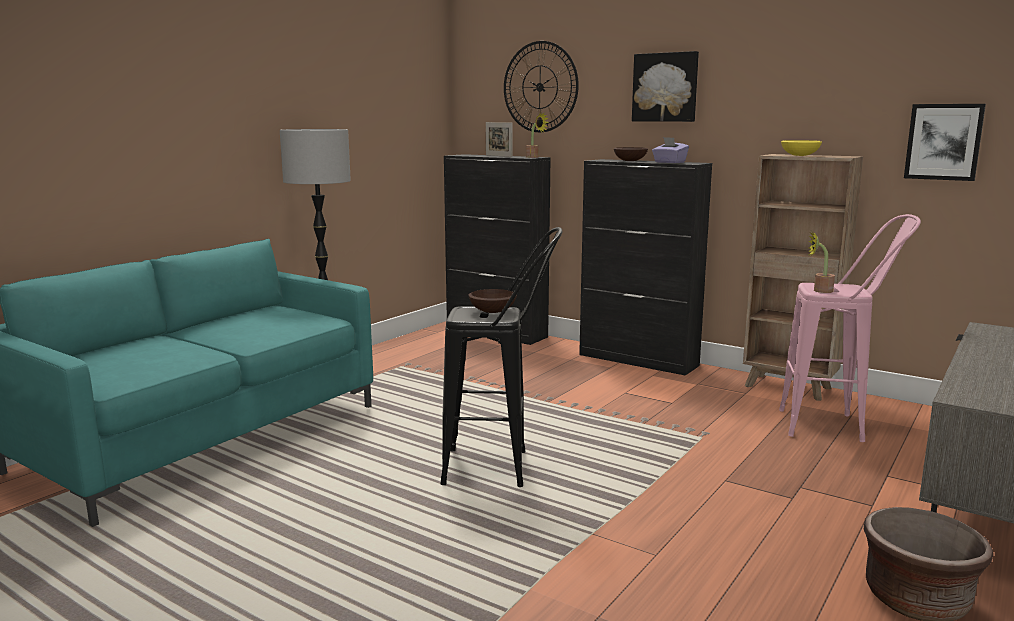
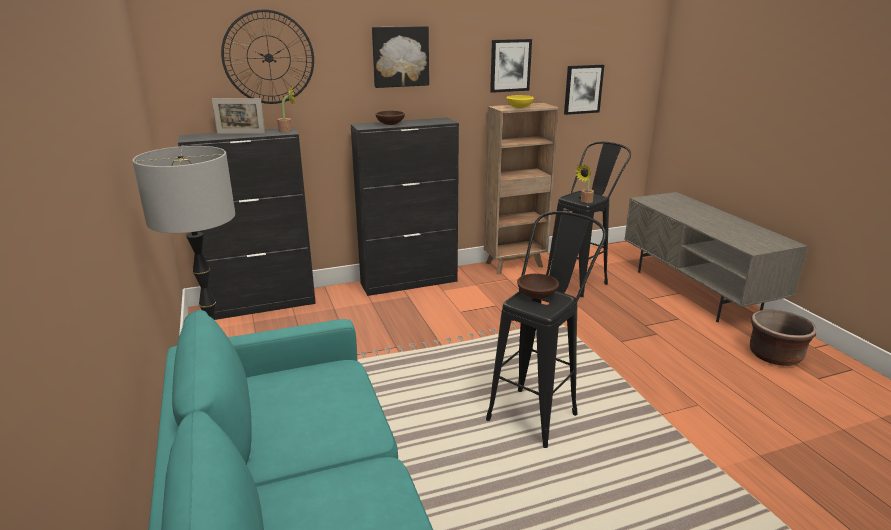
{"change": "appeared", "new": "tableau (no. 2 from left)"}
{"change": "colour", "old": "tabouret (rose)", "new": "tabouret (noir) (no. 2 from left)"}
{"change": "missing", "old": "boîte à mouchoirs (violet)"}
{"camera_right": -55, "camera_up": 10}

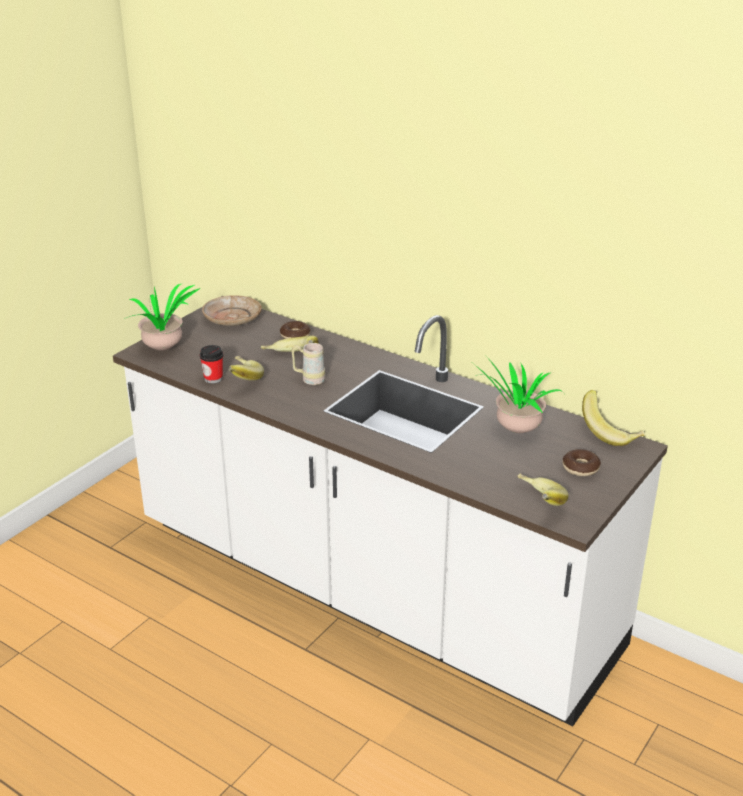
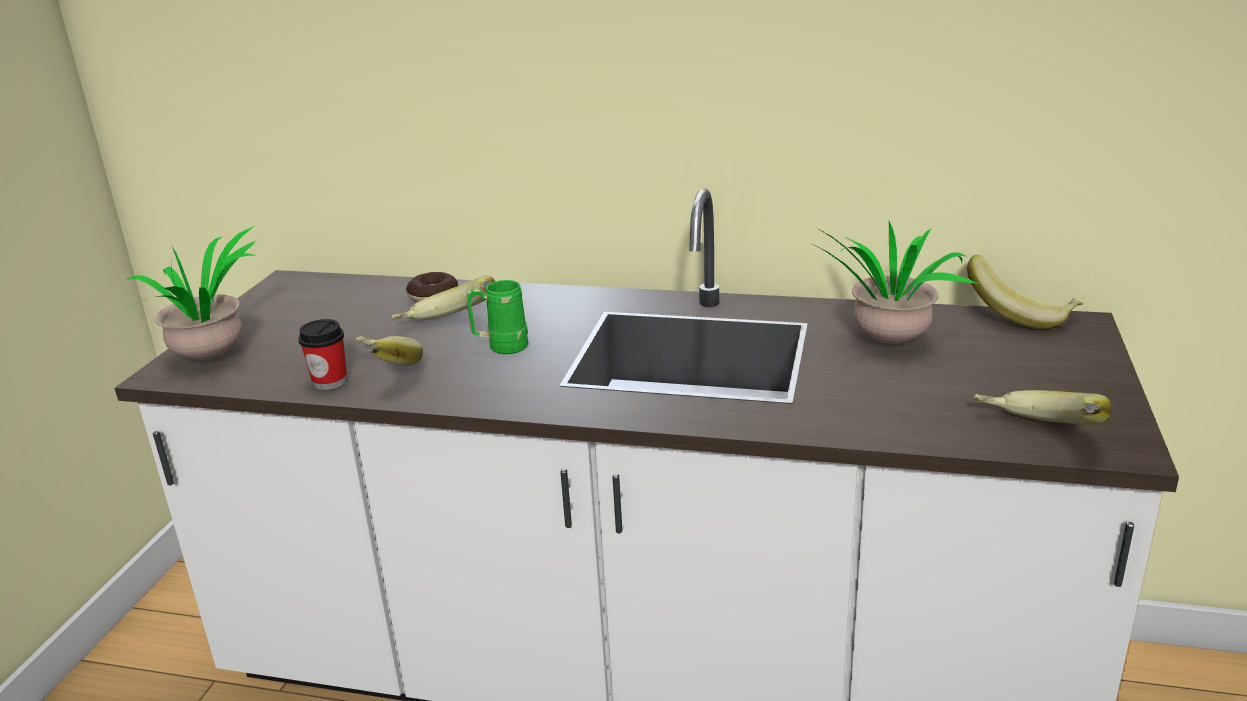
{"change": "colour", "old": "mug (beige)", "new": "mug (vert)"}
{"change": "missing", "old": "assiette (beige)"}
{"change": "missing", "old": "beignet (no. 2 from left)"}
{"camera_right": -20, "camera_up": -5}

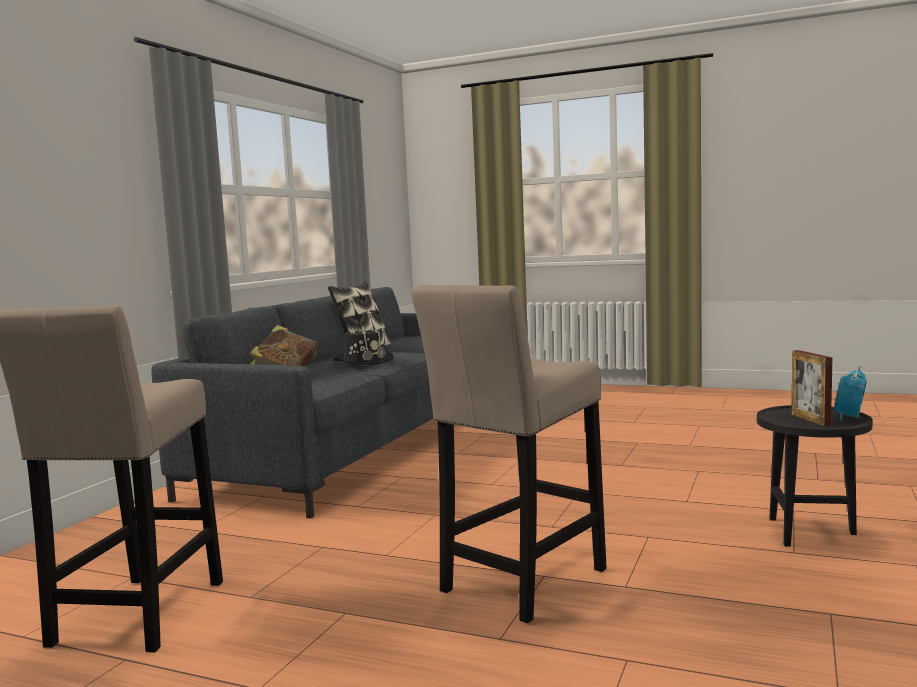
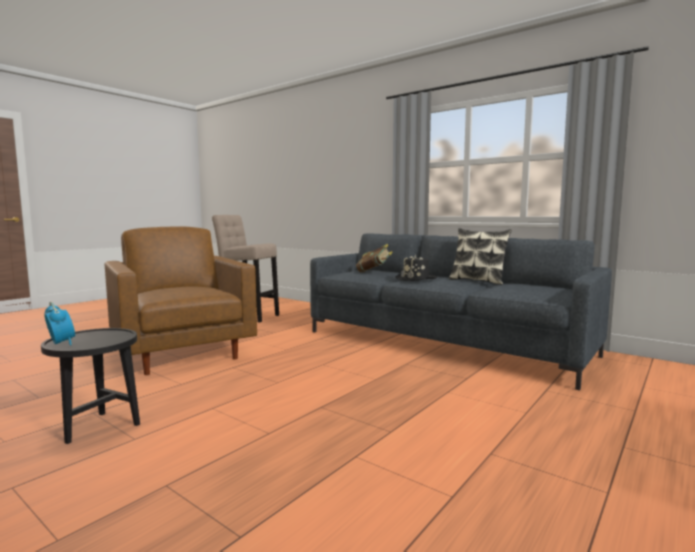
{"change": "exchanged", "old": "tabouret (beige) (no. 2 from left)", "new": "fauteuil (marron)"}
{"change": "missing", "old": "cadre photo"}
{"camera_right": 105, "camera_up": 0}

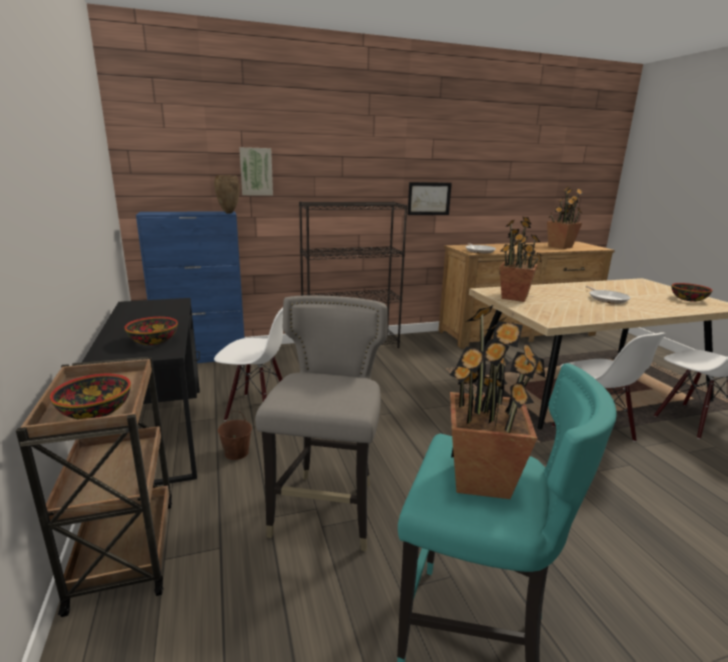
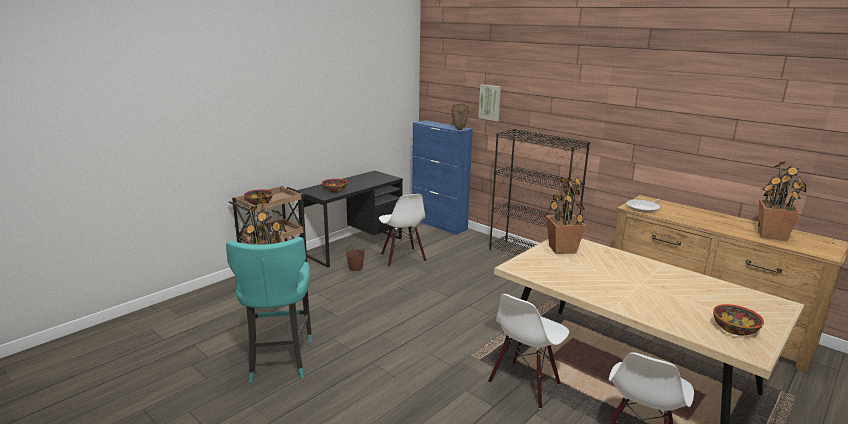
{"change": "missing", "old": "tabouret (gris)"}
{"change": "missing", "old": "tableau (no. 2 from left)"}
{"change": "missing", "old": "poêle (no. 2 from left)"}
{"camera_right": 60, "camera_up": 0}

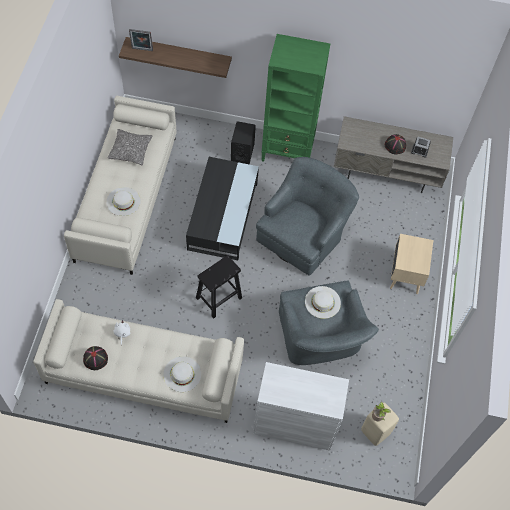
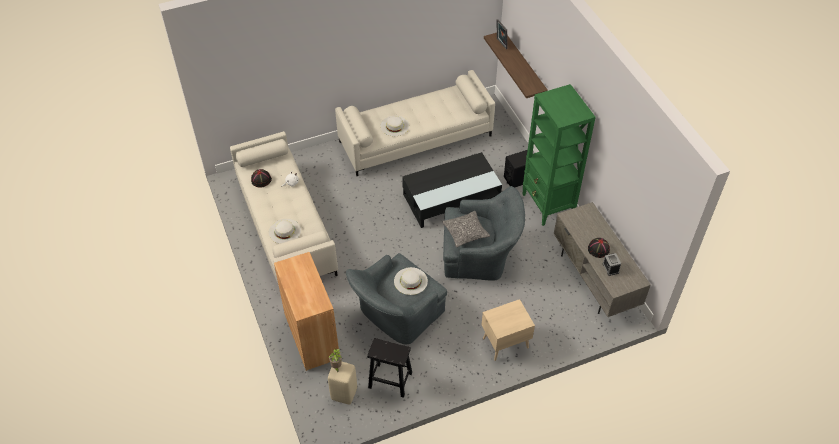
{"change": "colour", "old": "meuble de rangement (blanc)", "new": "meuble de rangement (marron)"}
{"change": "relocated", "old": "tabouret (noir)"}
{"change": "relocated", "old": "coussin"}
{"camera_right": 60, "camera_up": -10}

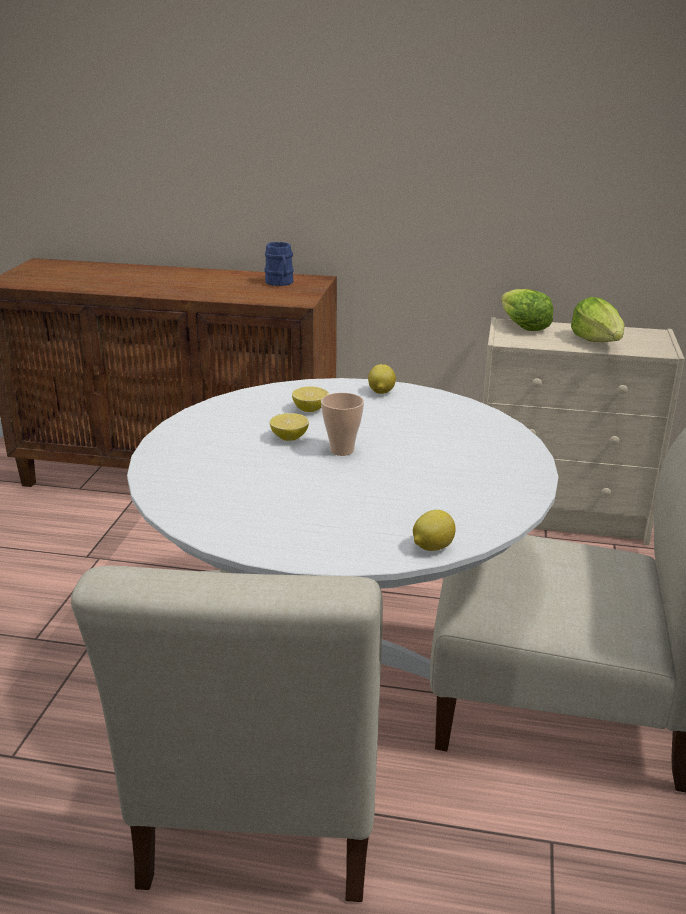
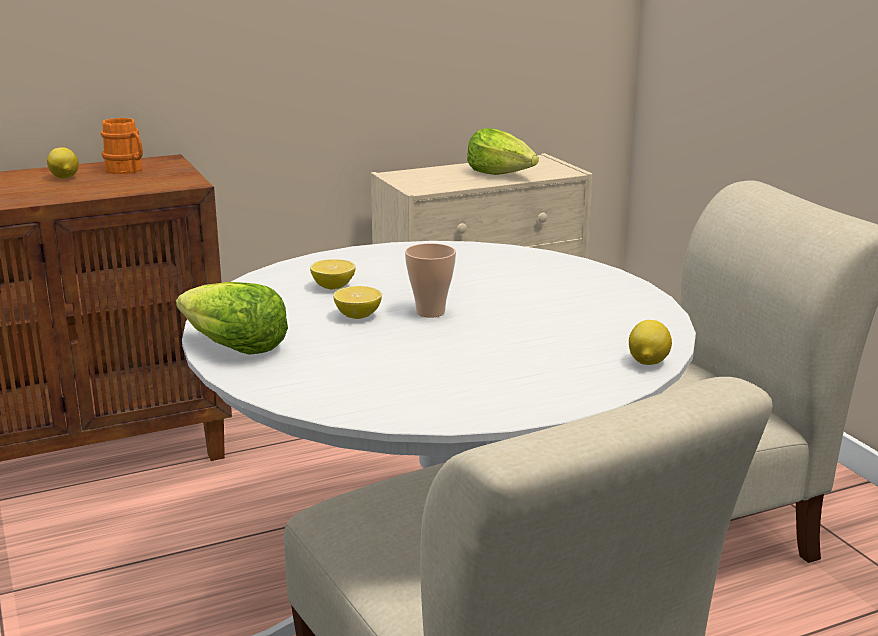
{"change": "relocated", "old": "citron (no. 3 from left in the first image)", "new": "citron (no. 1 from left)"}
{"change": "colour", "old": "mug (bleu)", "new": "mug (orange)"}
{"change": "relocated", "old": "laitue (no. 1 from left)"}
{"camera_right": -35, "camera_up": -5}

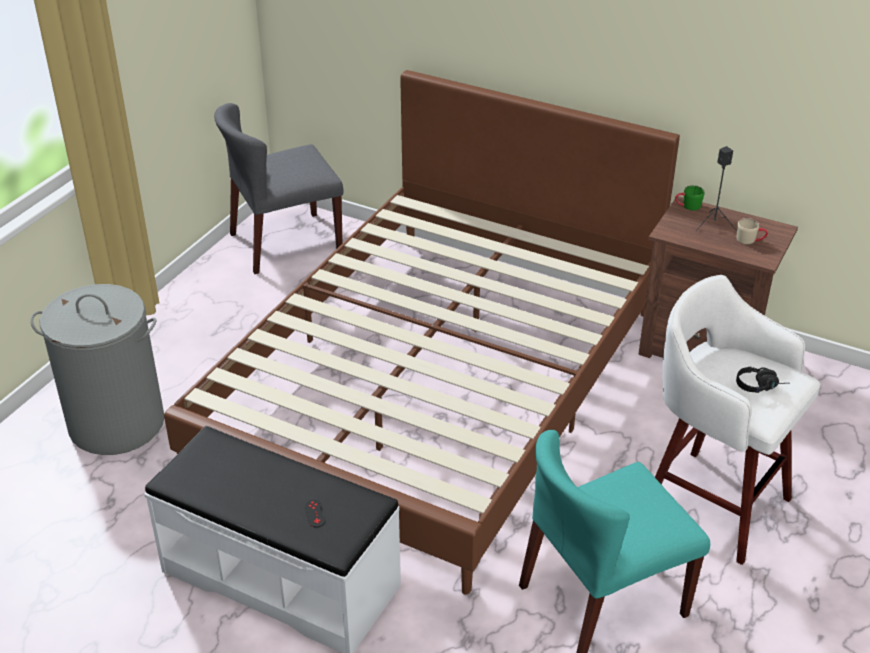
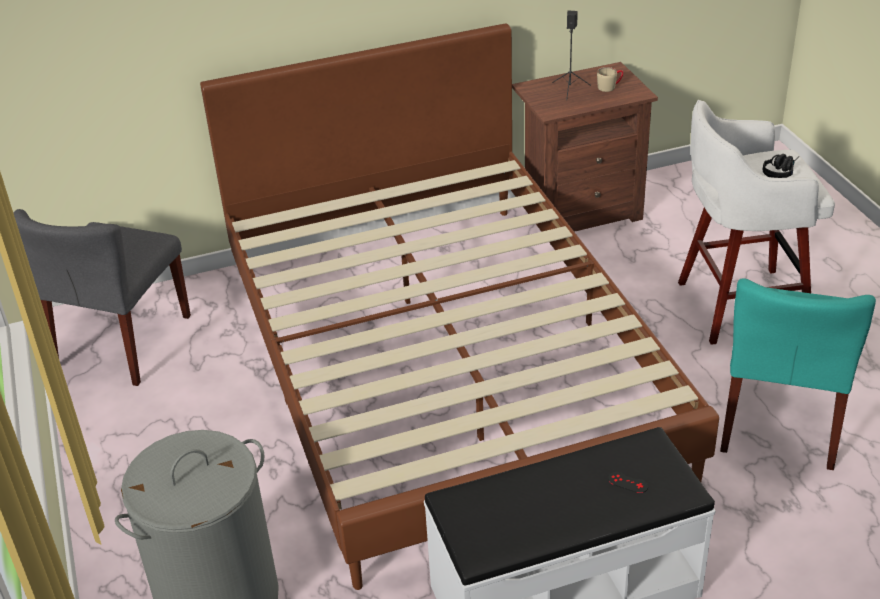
{"change": "missing", "old": "mug (vert)"}
{"camera_right": -45, "camera_up": 0}

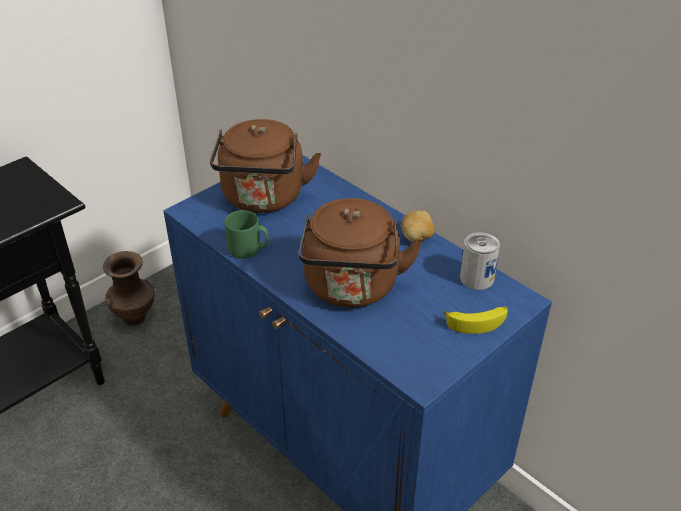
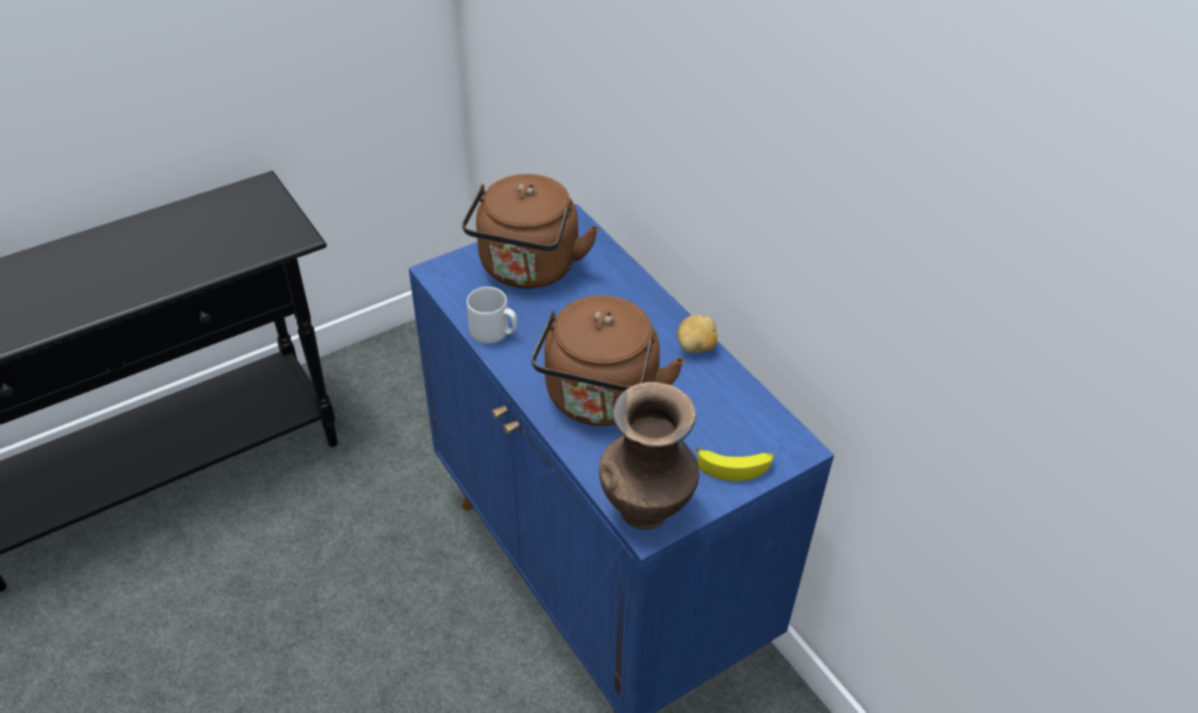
{"change": "colour", "old": "mug (vert)", "new": "mug (gris)"}
{"change": "relocated", "old": "vase (marron)"}
{"change": "missing", "old": "boîte métallique"}
{"camera_right": 10, "camera_up": 5}

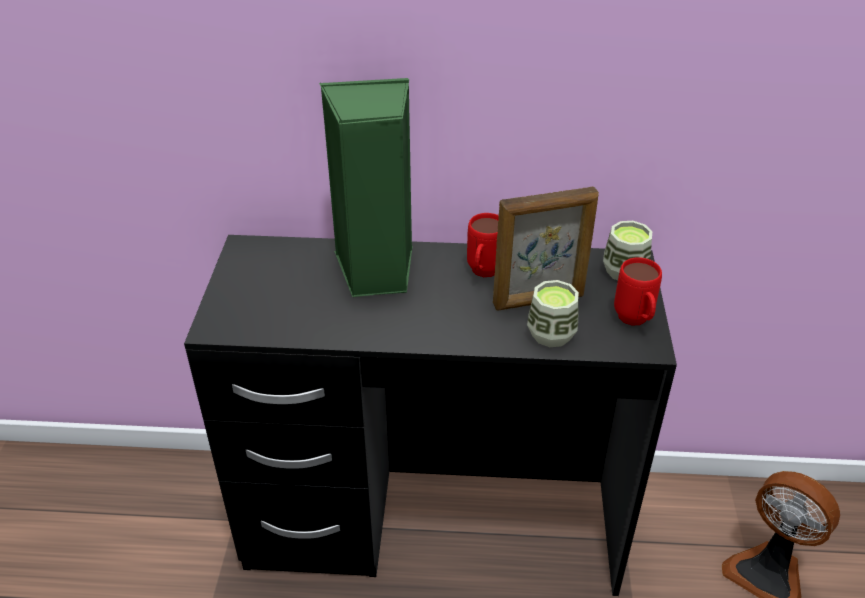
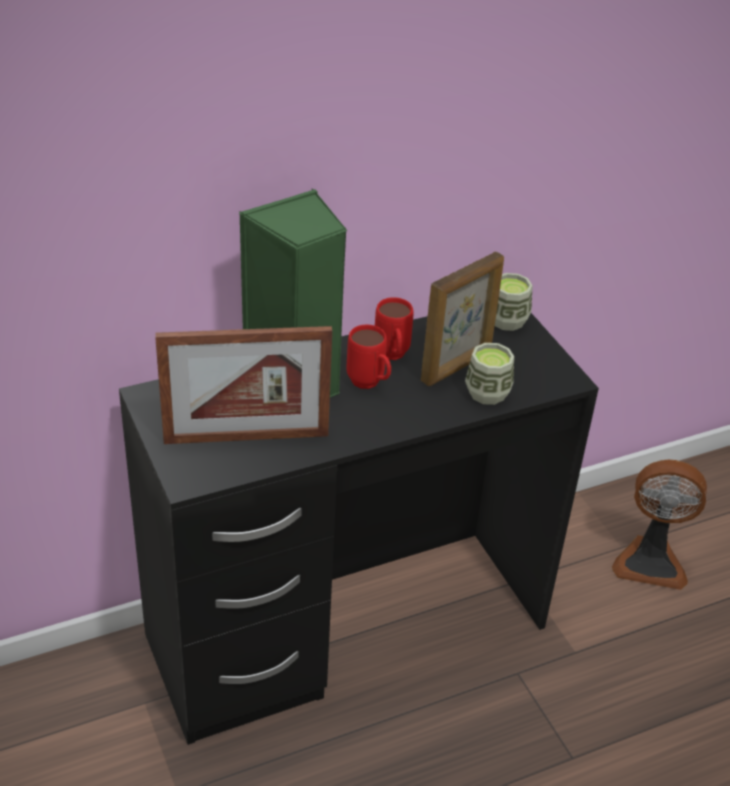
{"change": "appeared", "new": "cadre photo (no. 1 from left)"}
{"change": "relocated", "old": "mug (rouge) (no. 2 from left in the first image)", "new": "mug (rouge) (no. 1 from left)"}
{"camera_right": -30, "camera_up": 0}

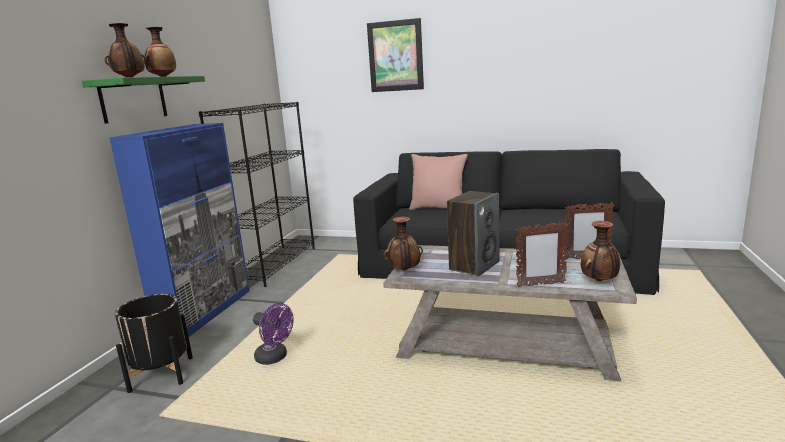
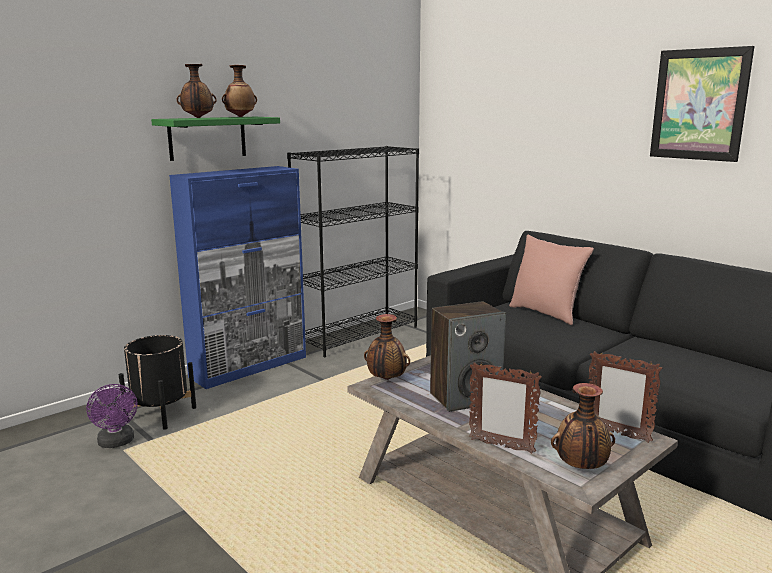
{"change": "relocated", "old": "ventilateur (violet)"}
{"change": "relocated", "old": "tableau"}
{"camera_right": 30, "camera_up": 0}

